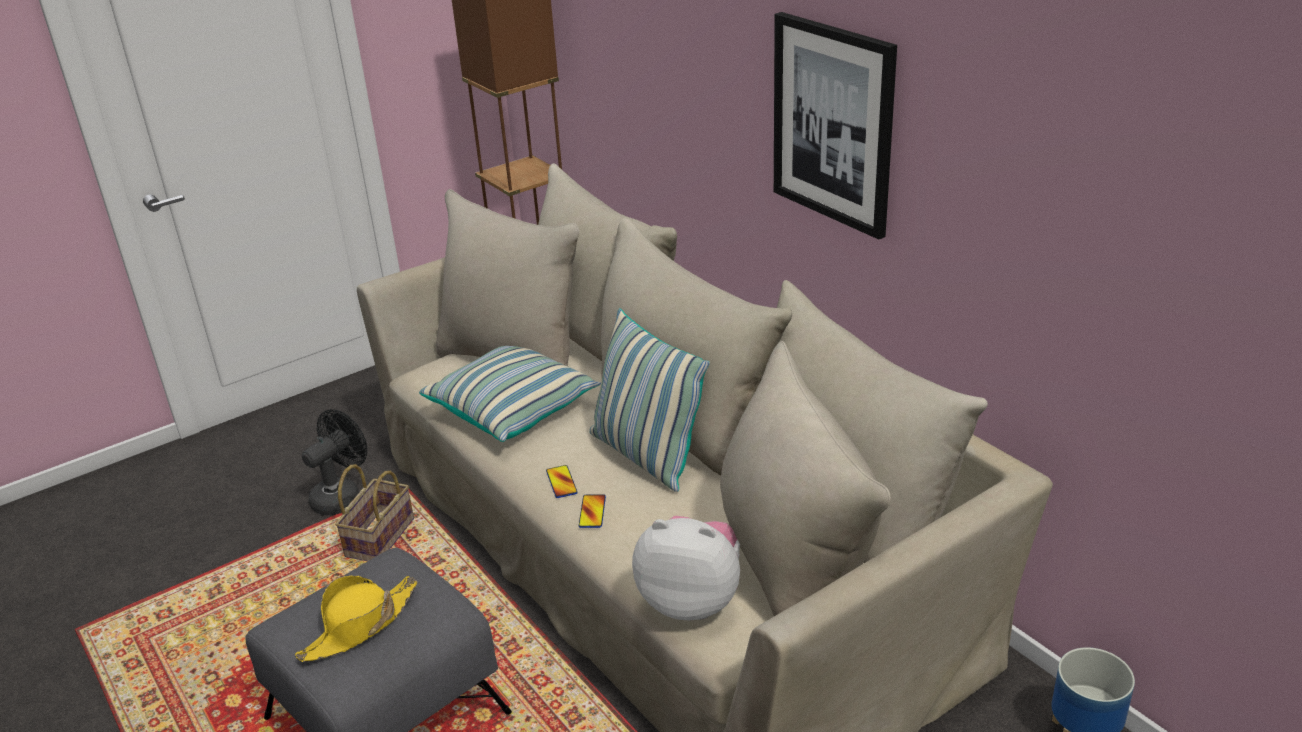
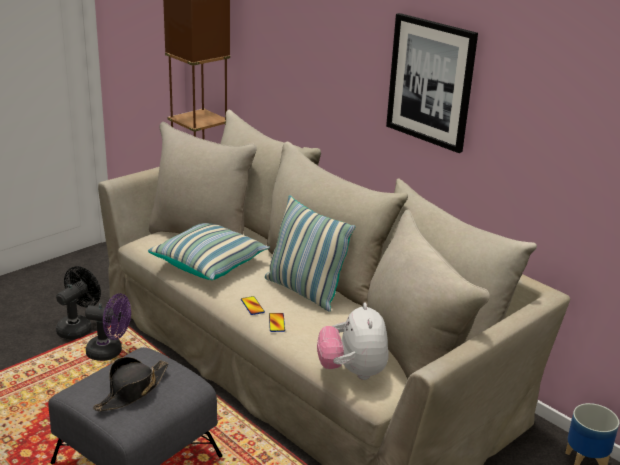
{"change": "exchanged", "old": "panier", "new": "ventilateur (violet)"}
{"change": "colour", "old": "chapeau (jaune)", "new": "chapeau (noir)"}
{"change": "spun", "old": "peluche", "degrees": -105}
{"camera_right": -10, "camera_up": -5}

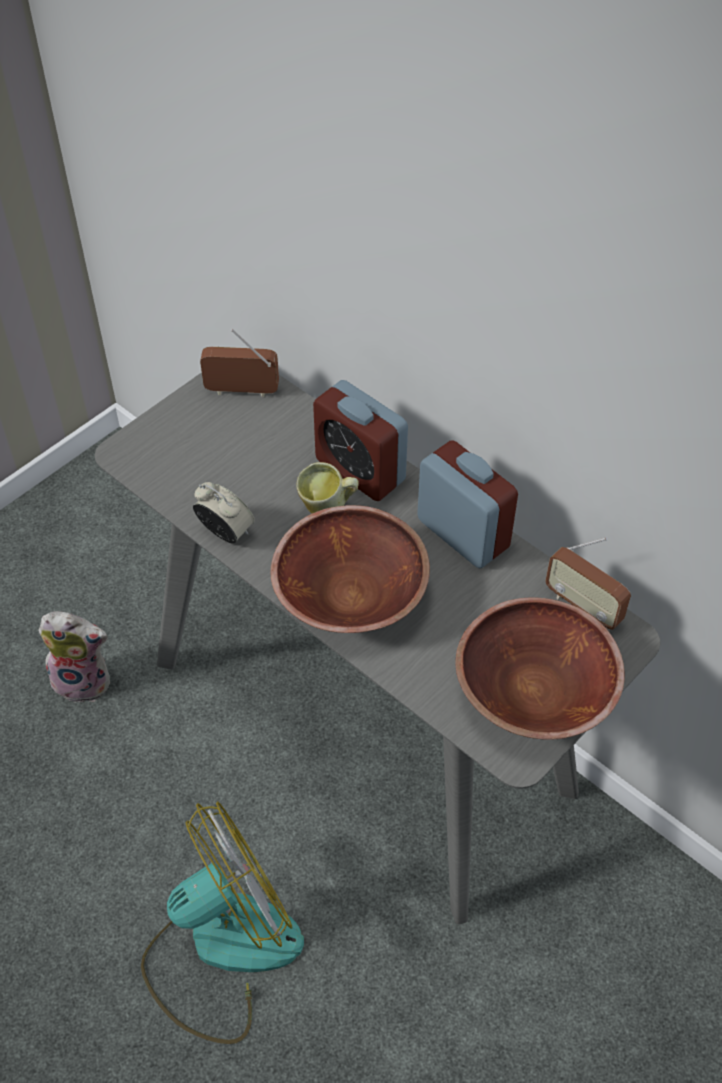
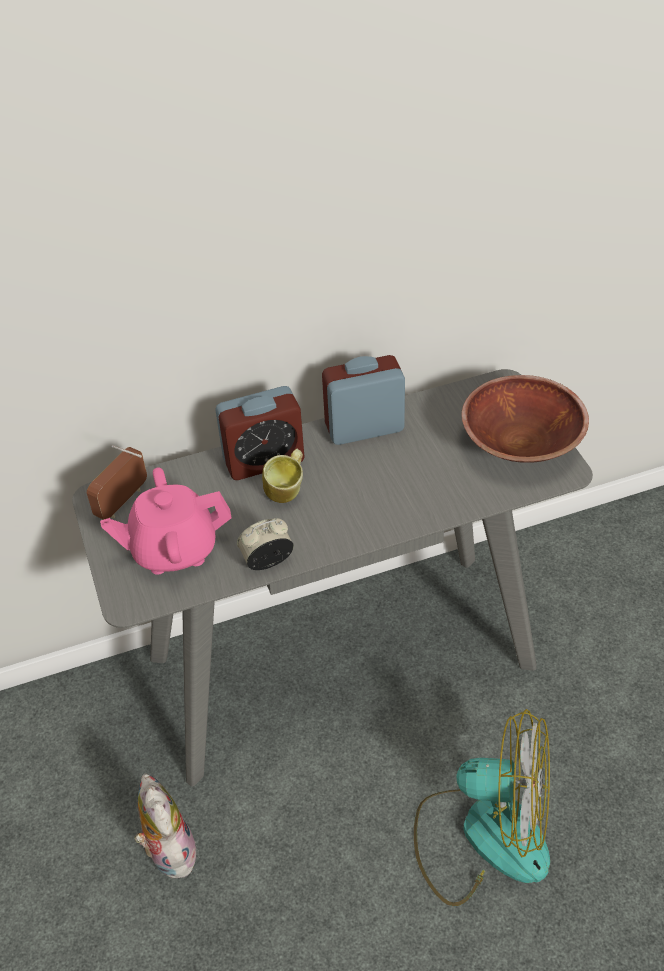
{"change": "appeared", "new": "théière (rose)"}
{"change": "spun", "old": "peluche", "degrees": -60}
{"change": "spun", "old": "ventilateur", "degrees": 105}
{"change": "missing", "old": "bol (marron) (no. 1 from left)"}
{"change": "missing", "old": "radio (no. 2 from left)"}
{"camera_right": -60, "camera_up": -5}

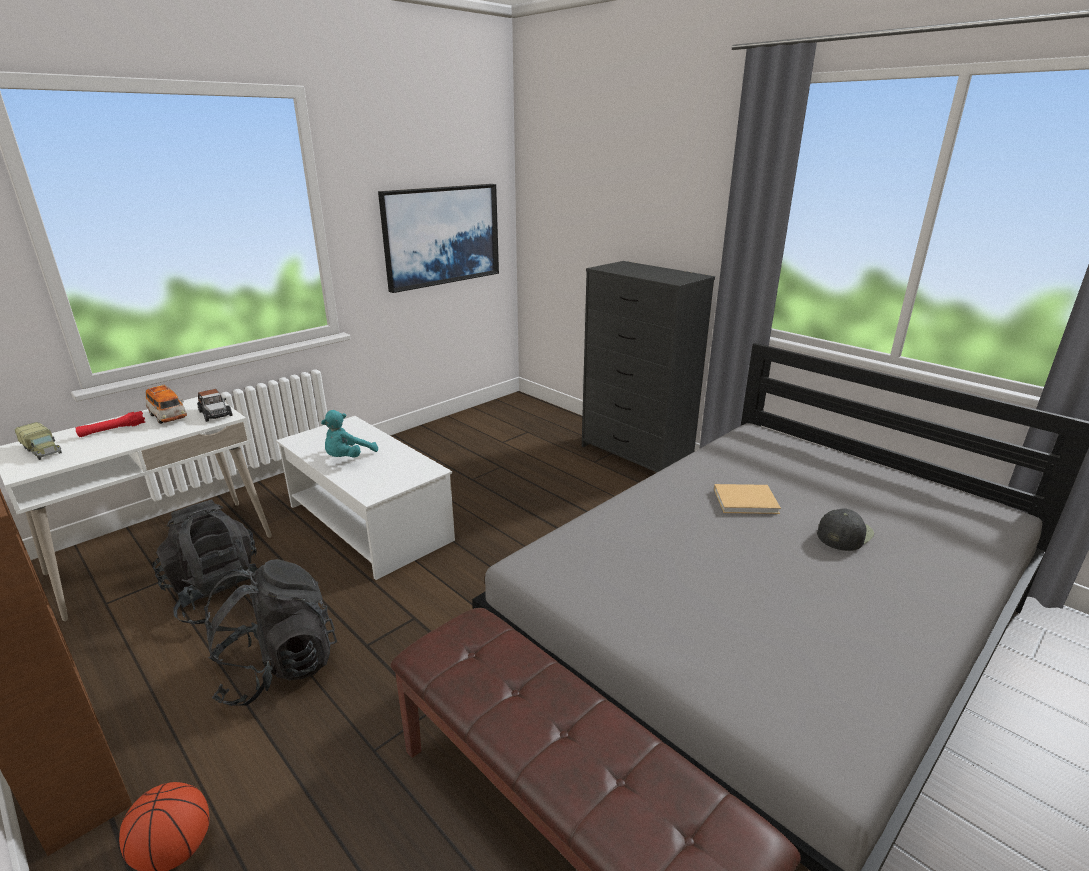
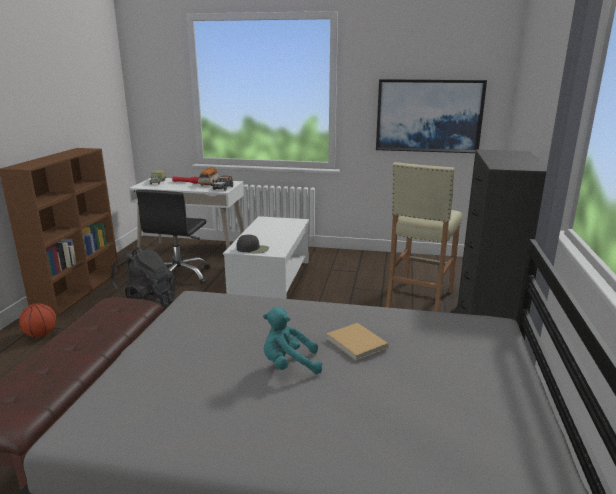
{"change": "exchanged", "old": "sac à dos (noir) (no. 1 from left)", "new": "chaise de bureau (noir)"}
{"change": "relocated", "old": "casquette (noir)"}
{"change": "relocated", "old": "peluche (turquoise)"}
{"change": "appeared", "new": "tabouret (beige)"}
{"camera_right": 55, "camera_up": -5}

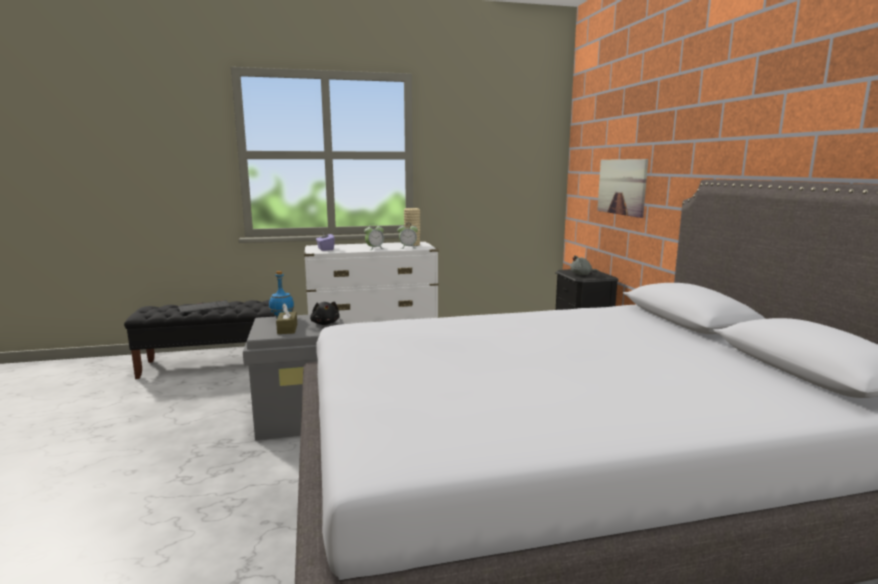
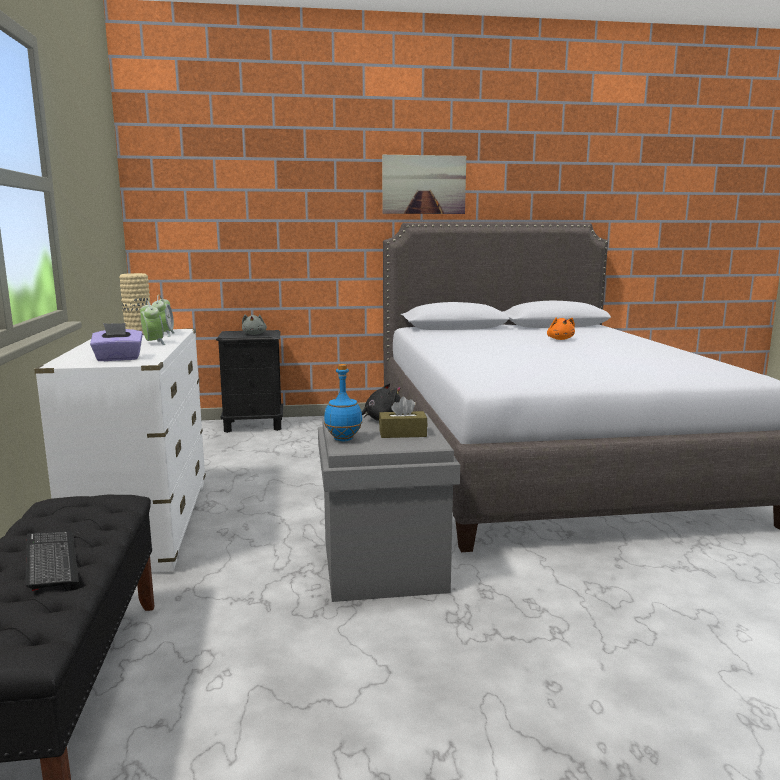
{"change": "relocated", "old": "tableau"}
{"change": "appeared", "new": "peluche (orange)"}
{"camera_right": -85, "camera_up": 0}

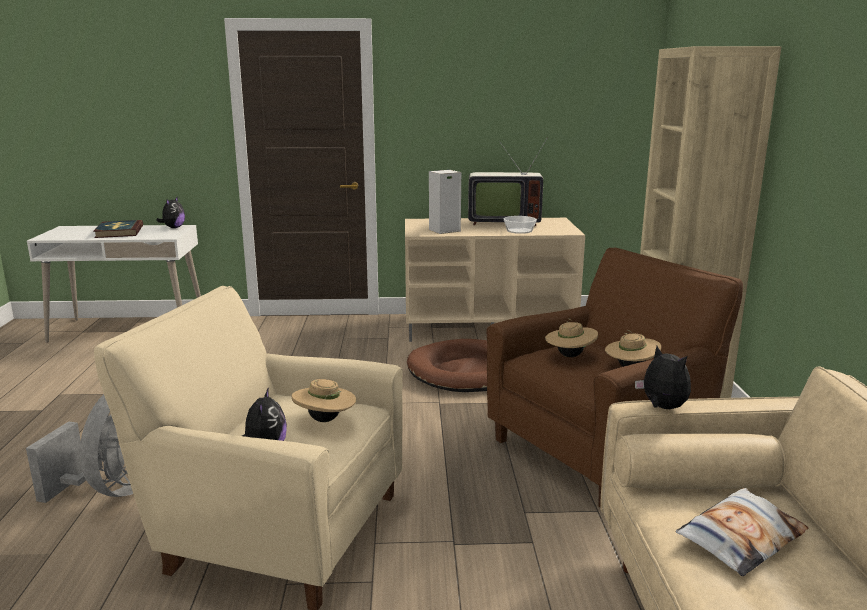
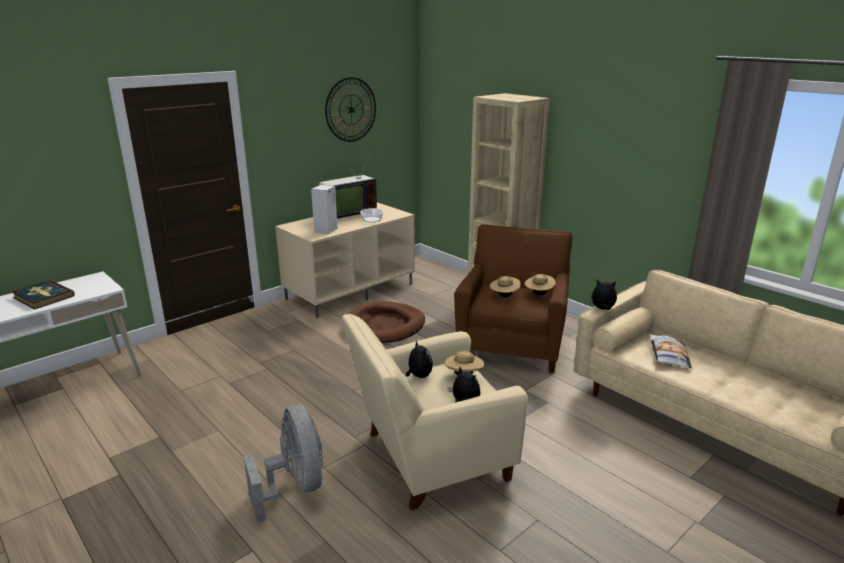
{"change": "appeared", "new": "horloge murale"}
{"change": "relocated", "old": "peluche (no. 1 from left)"}
{"camera_right": -40, "camera_up": 5}

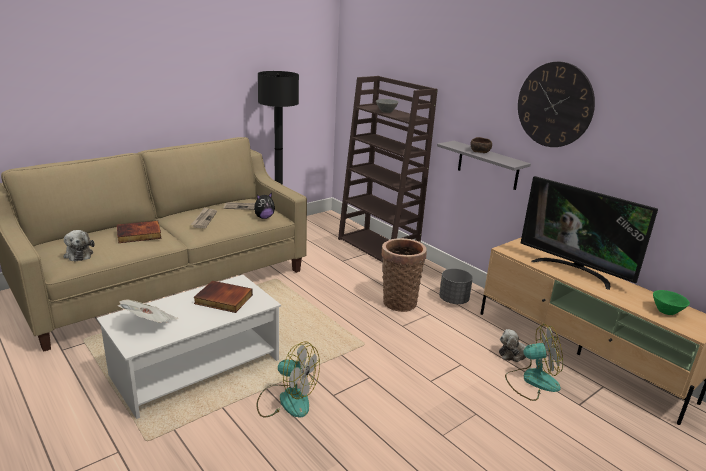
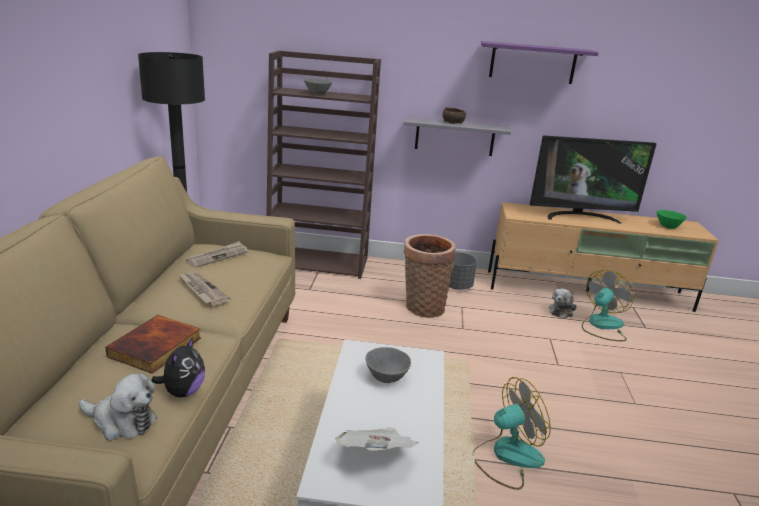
{"change": "relocated", "old": "peluche (no. 2 from left)"}
{"change": "exchanged", "old": "livre (no. 2 from left)", "new": "bol (gris) (no. 2 from left)"}
{"change": "exchanged", "old": "horloge murale", "new": "étagère (violet)"}
{"camera_right": -45, "camera_up": 0}

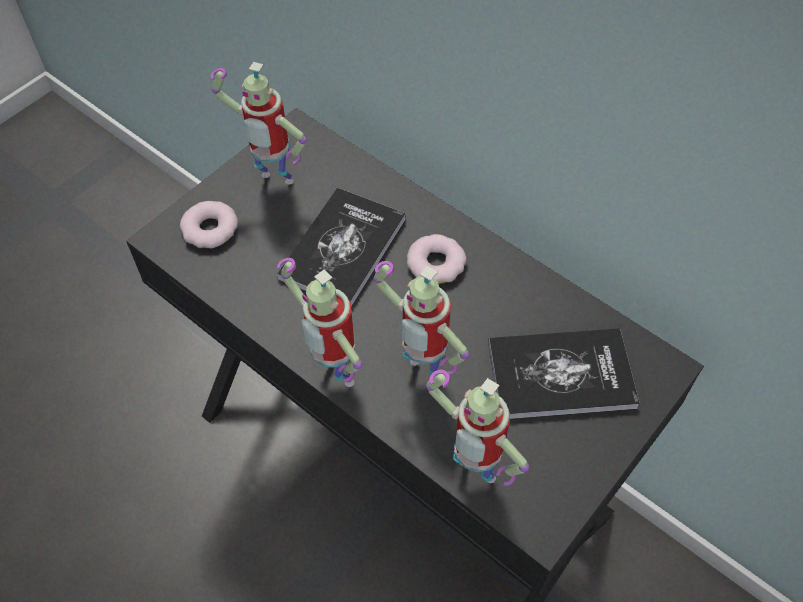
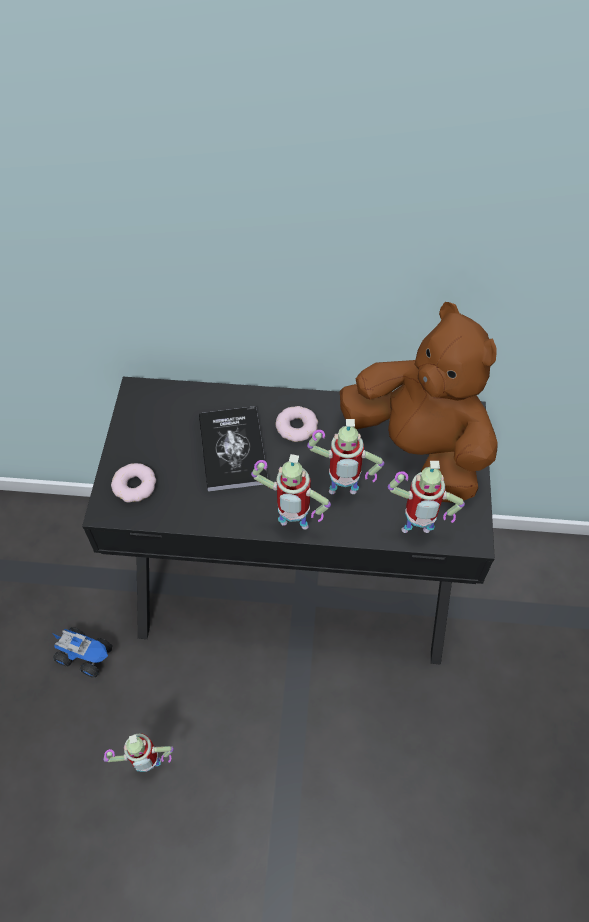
{"change": "appeared", "new": "camion jouet"}
{"change": "relocated", "old": "robot jouet (no. 1 from left)"}
{"change": "exchanged", "old": "livre (no. 2 from left)", "new": "peluche (marron)"}
{"camera_right": -35, "camera_up": 0}

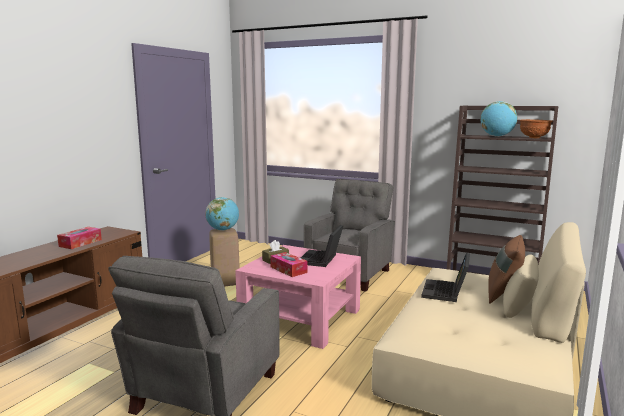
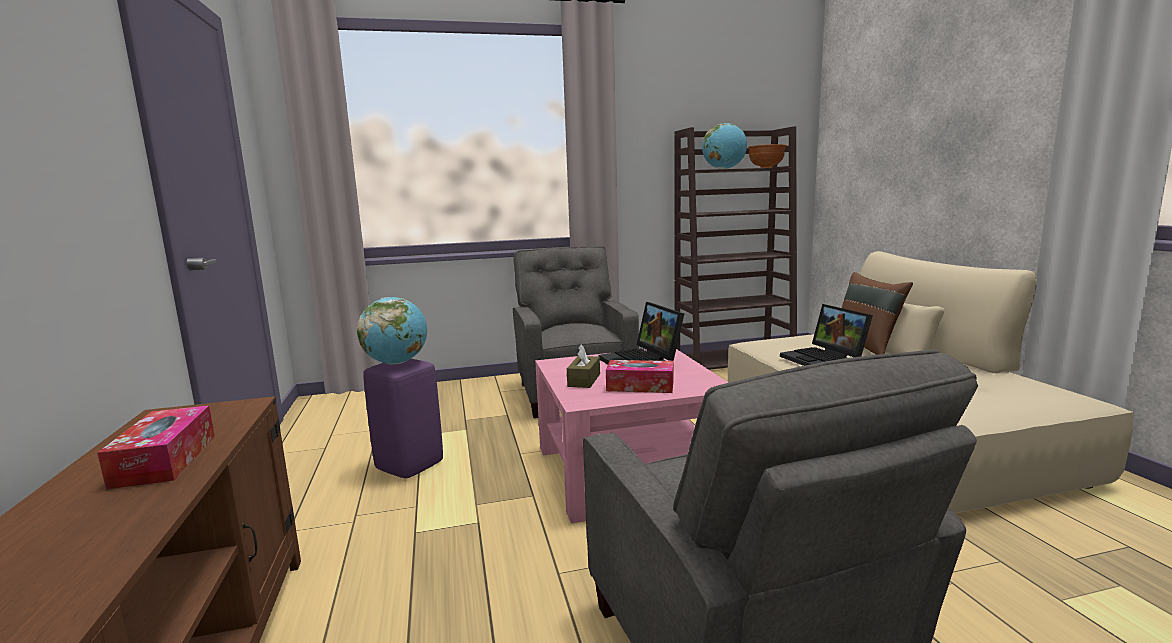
{"change": "colour", "old": "tabouret (beige)", "new": "tabouret (violet)"}
{"camera_right": -40, "camera_up": 0}

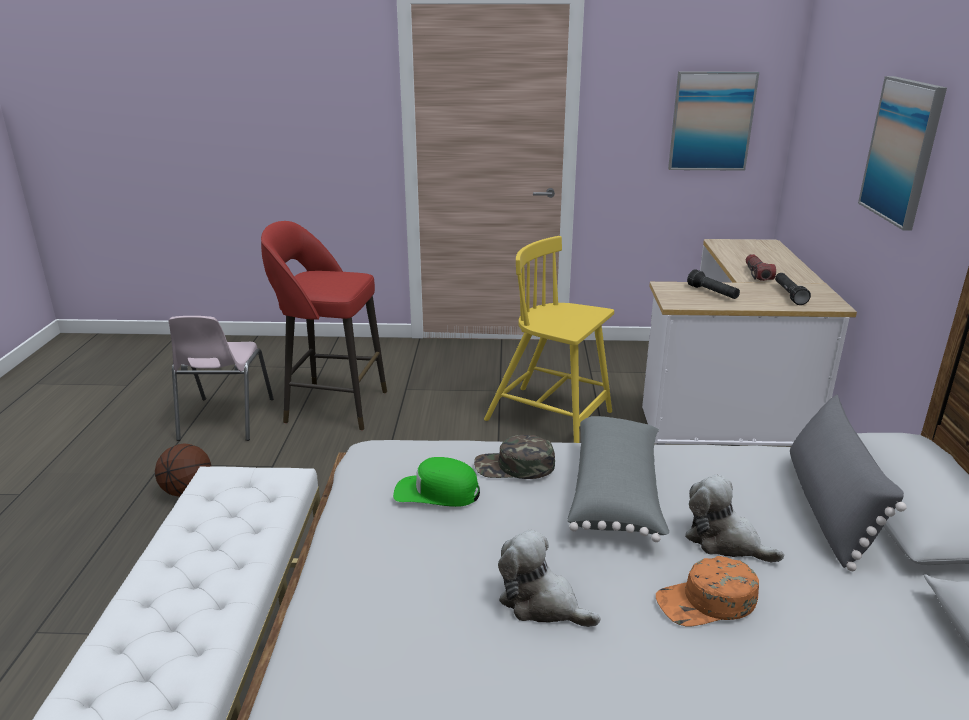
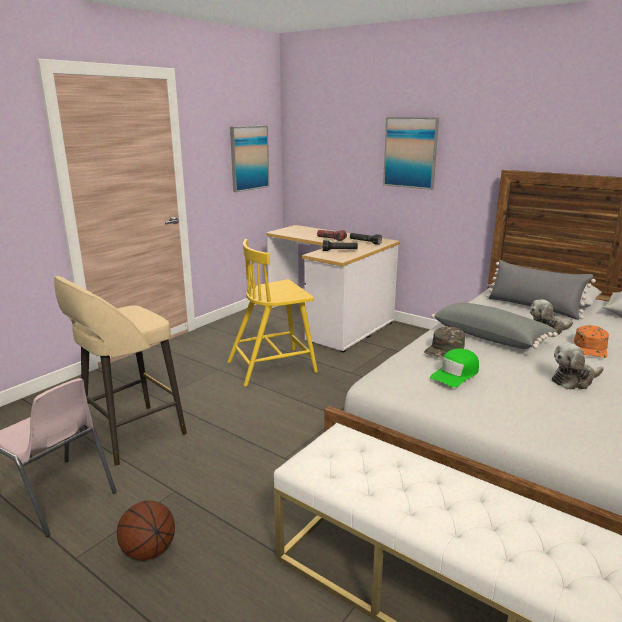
{"change": "colour", "old": "tabouret (rouge)", "new": "tabouret (beige)"}
{"camera_right": -55, "camera_up": -5}

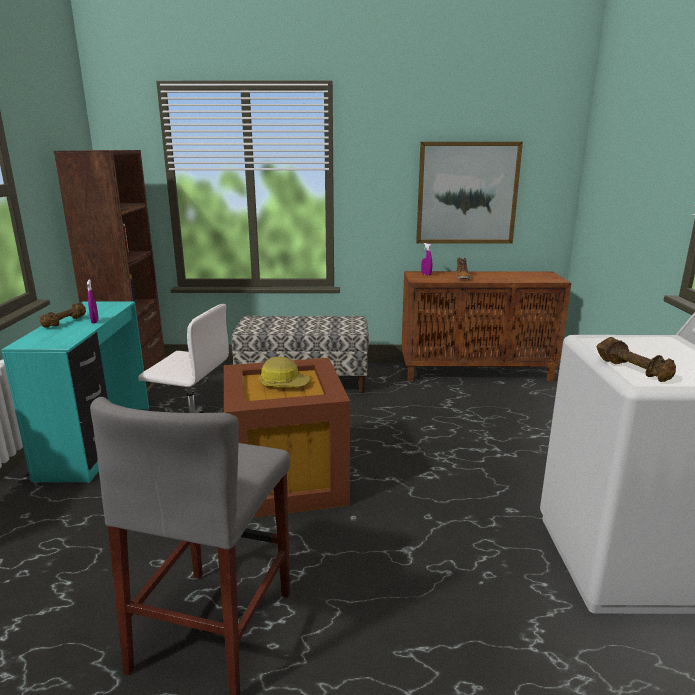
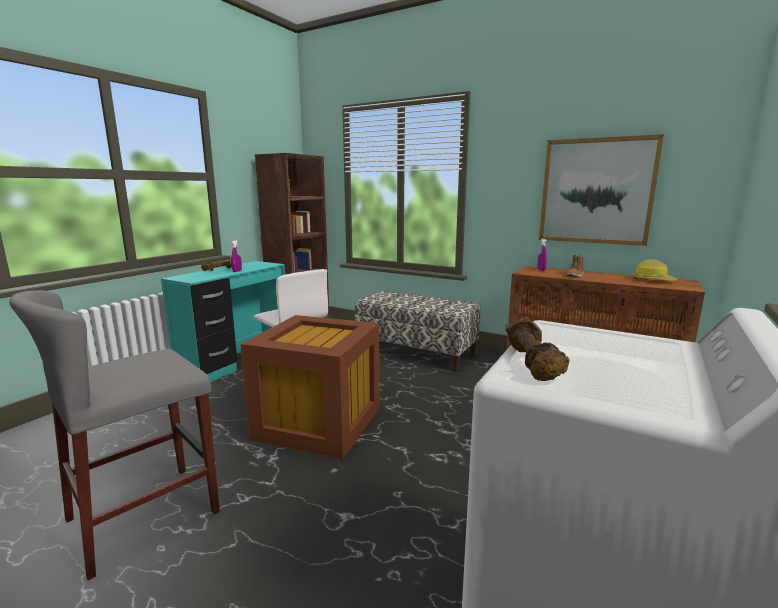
{"change": "relocated", "old": "casque de chantier"}
{"camera_right": 30, "camera_up": -5}

